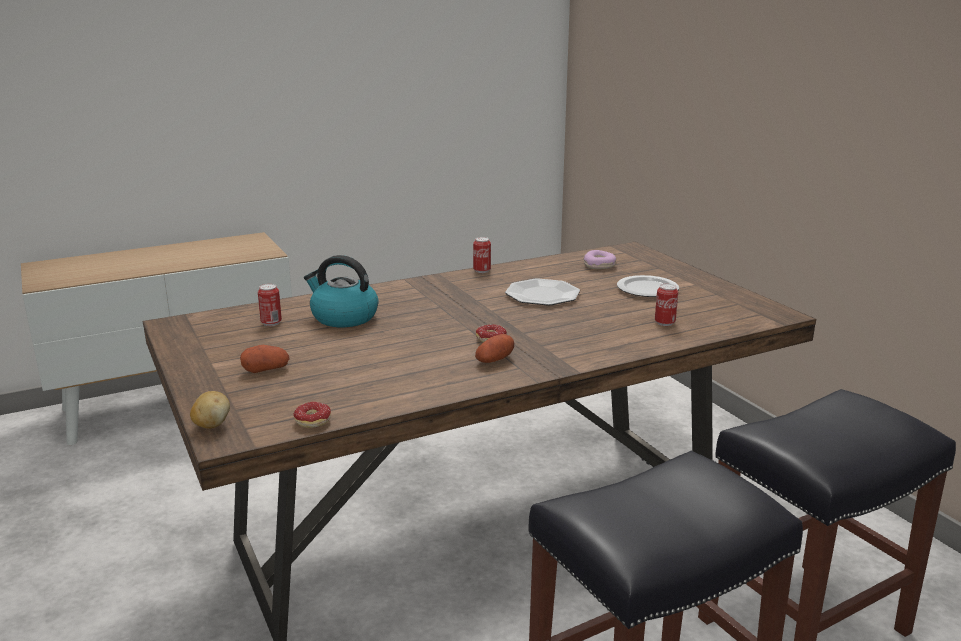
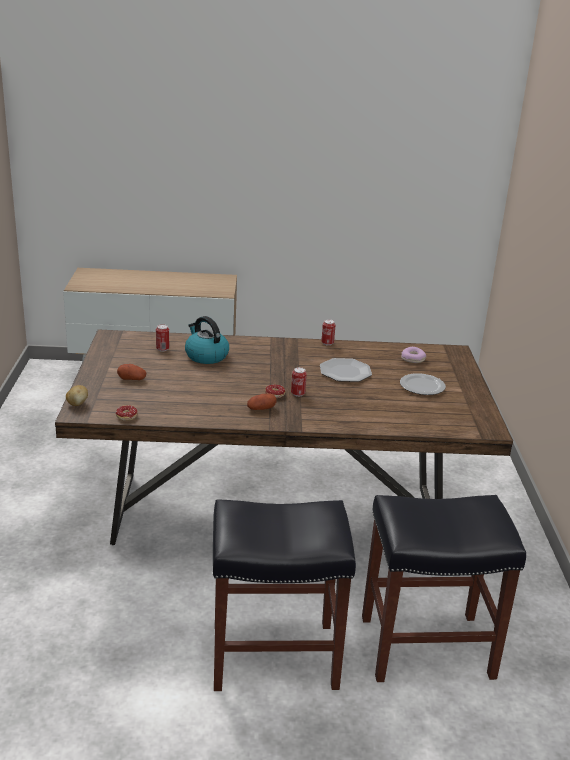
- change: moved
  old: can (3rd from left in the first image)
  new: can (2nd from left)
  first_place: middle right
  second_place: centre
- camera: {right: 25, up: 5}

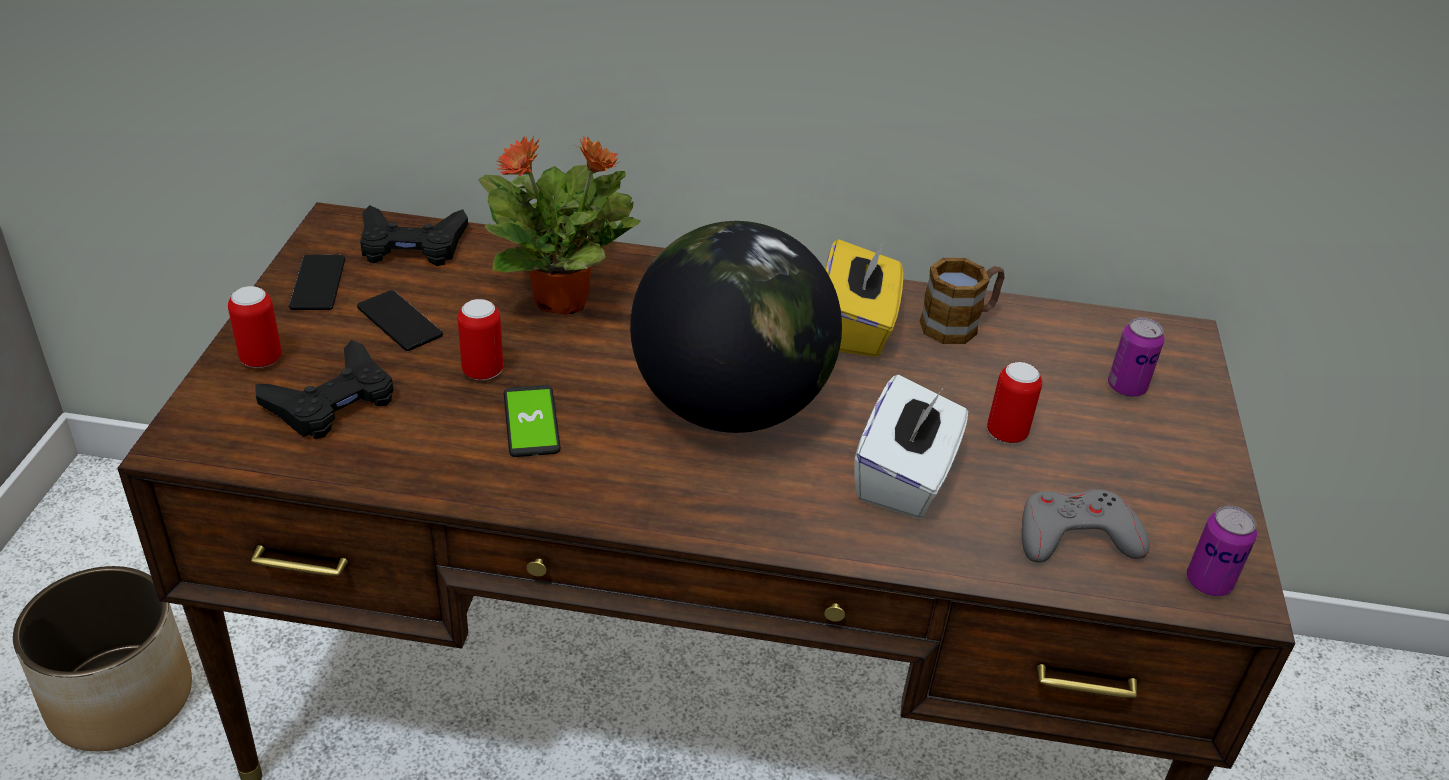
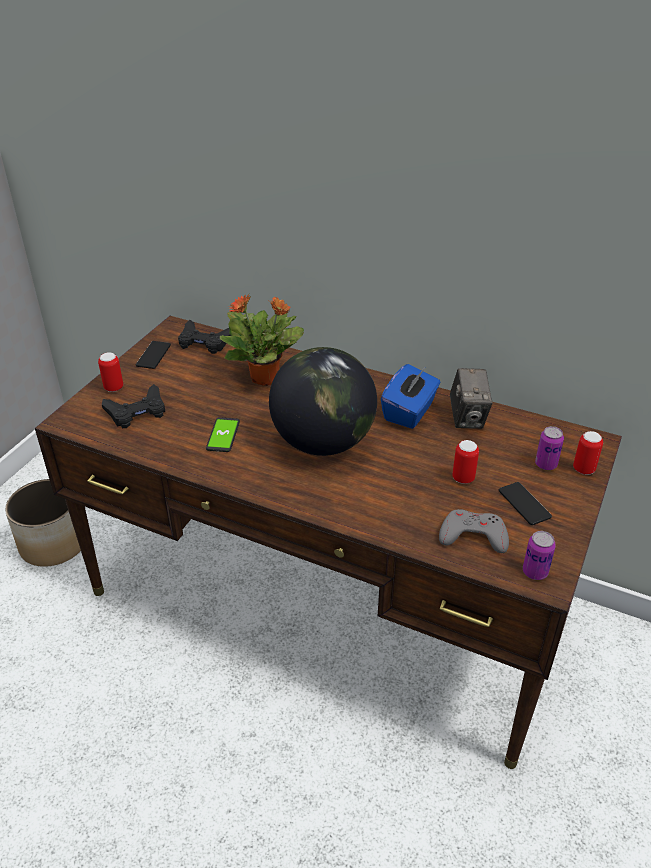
- change: recoloured
  old: yellow tissue box
  new: blue tissue box
  first_place: centre
  second_place: centre
- change: replaced
  old: mug
  new: photo camera
  first_place: centre
  second_place: middle right
- change: moved
  old: phone (2nd from left in the first image)
  new: phone (3rd from left)
  first_place: middle left
  second_place: middle right
- change: moved
  old: can (2nd from left in the first image)
  new: can (5th from left)
  first_place: middle left
  second_place: middle right
- change: removed
  old: white tissue box
  first_place: centre
- camera: {right: 20, up: 0}

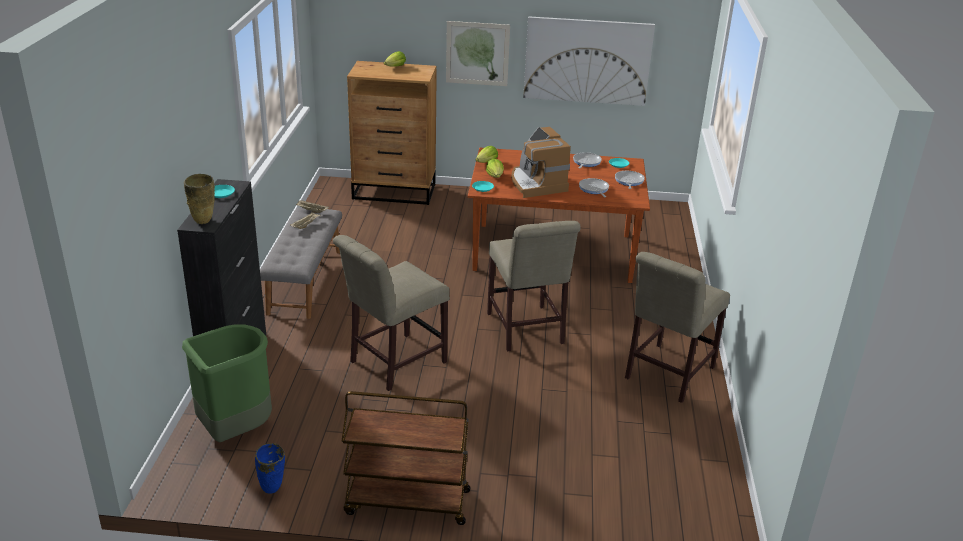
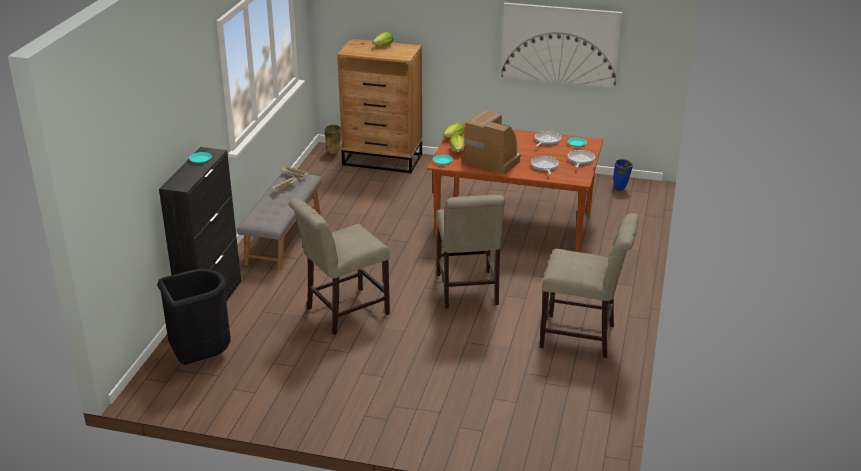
- change: recoloured
  old: green trash can
  new: black trash can
  first_place: bottom left
  second_place: bottom left
- change: moved
  old: beige vase
  first_place: middle left
  second_place: top centre
- change: turned
  old: coffee machine
  first_place: top centre
  second_place: top centre
  degrees: 135
- change: turned
  old: beige chair (3rd from left)
  first_place: middle right
  second_place: middle right
  degrees: -120
- change: moved
  old: blue vase
  first_place: bottom left
  second_place: middle right
- change: removed
  old: brown cart
  first_place: bottom centre
- change: removed
  old: picture (1st from left)
  first_place: top centre
- camera: {right: 10, up: 0}

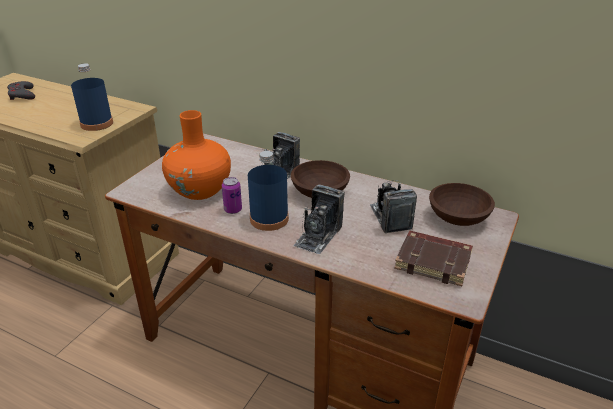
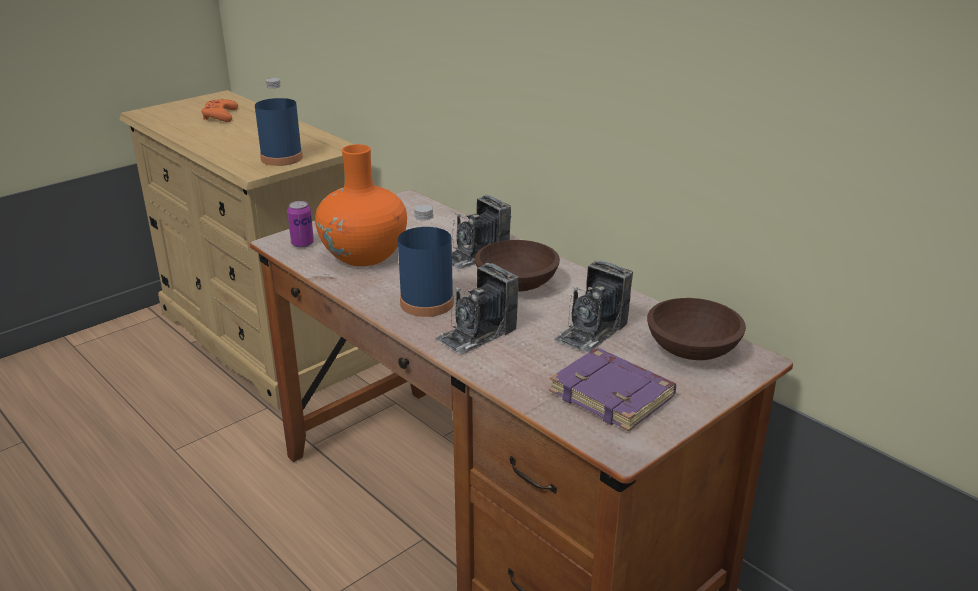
- change: recoloured
  old: grey game controller
  new: orange game controller
  first_place: top left
  second_place: top left
- change: moved
  old: can
  first_place: centre
  second_place: middle left
- change: recoloured
  old: brown book
  new: purple book
  first_place: middle right
  second_place: centre
- change: turned
  old: photo camera (3rd from left)
  first_place: centre
  second_place: centre
  degrees: -150
- camera: {right: 20, up: -5}

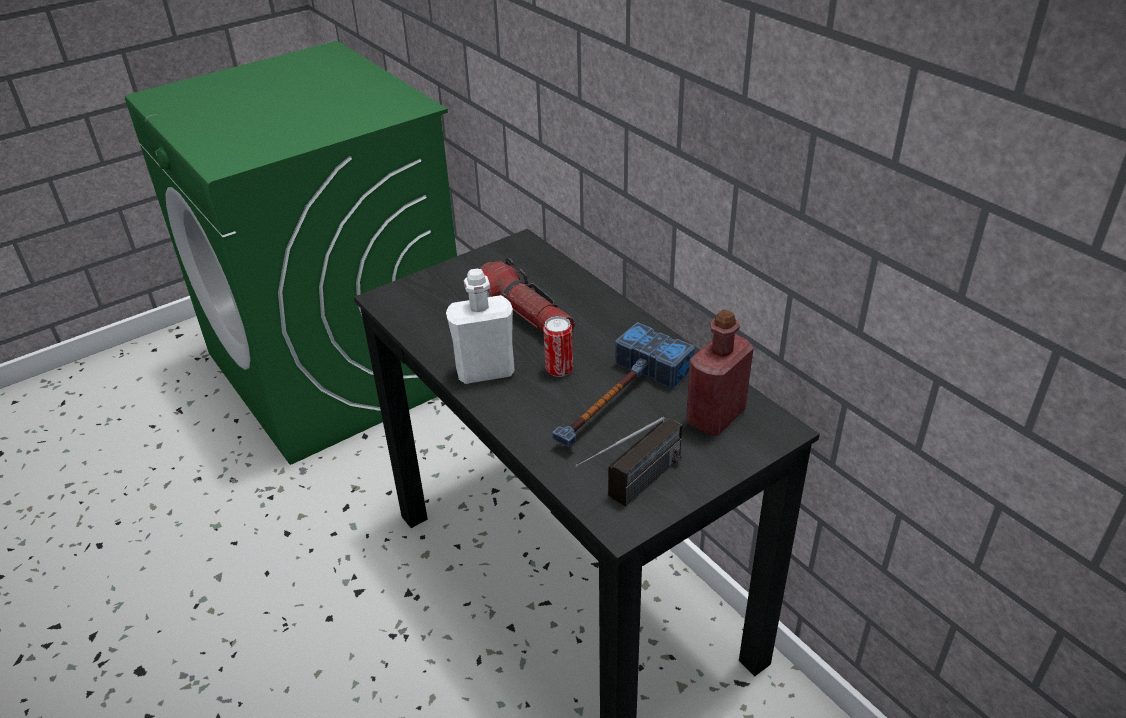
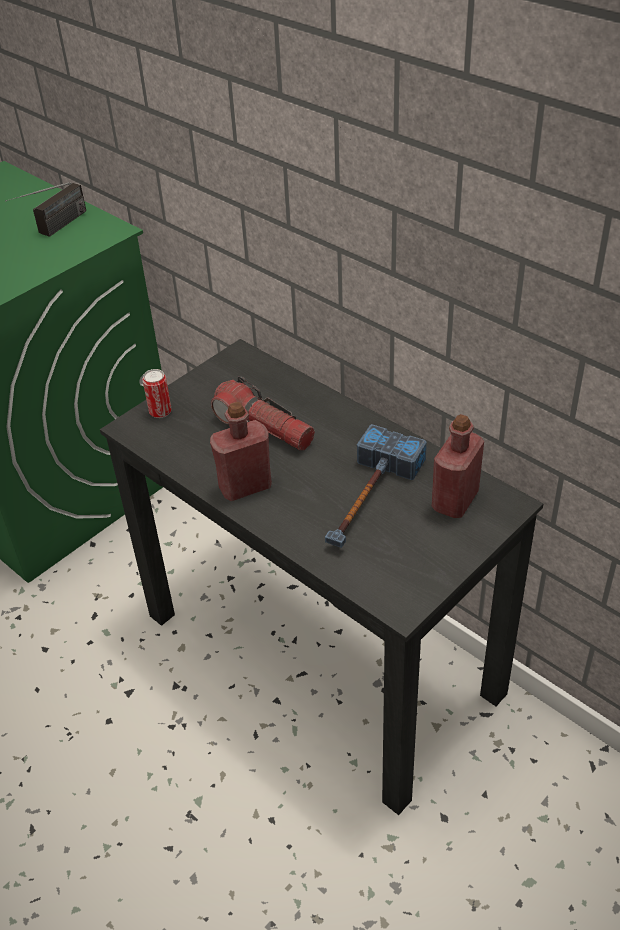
- change: moved
  old: radio
  first_place: centre
  second_place: top left
- change: moved
  old: can
  first_place: centre
  second_place: middle left
- change: recoloured
  old: white bottle
  new: red bottle (1st from left)
  first_place: centre
  second_place: centre
- camera: {right: -10, up: 5}

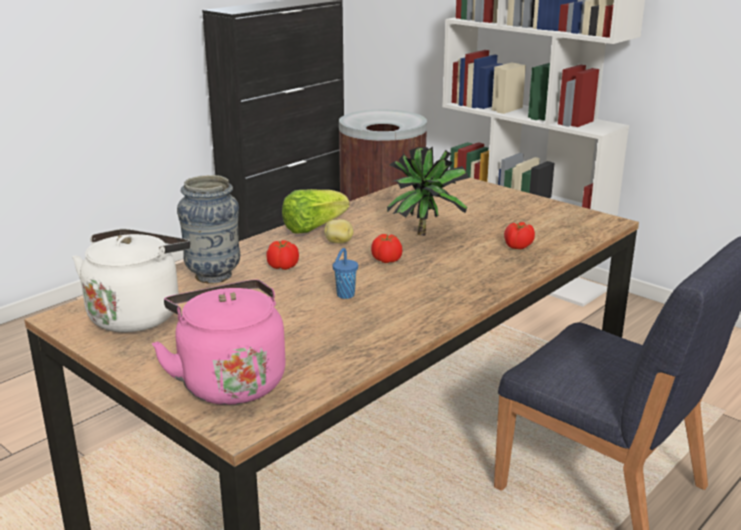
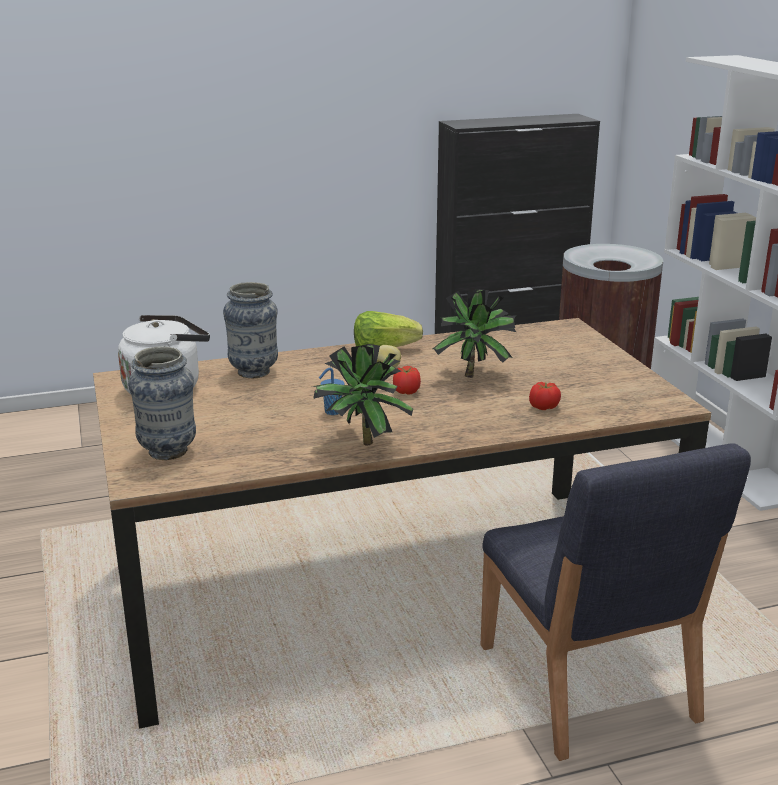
- change: replaced
  old: pink kettle
  new: vase (1st from left)
  first_place: middle left
  second_place: middle left
- change: added
  new: potted plant (1st from left)
  second_place: centre
- change: removed
  old: tomato (1st from left)
  first_place: centre
- camera: {right: 30, up: 0}

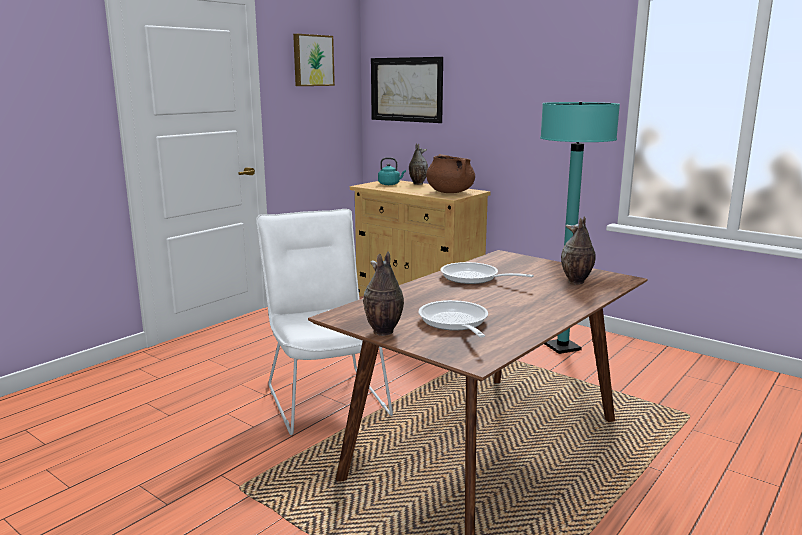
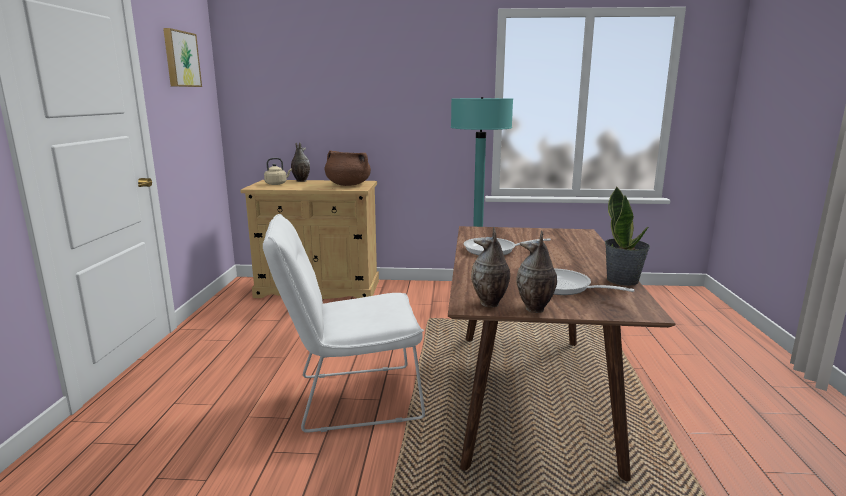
- change: turned
  old: white chair
  first_place: centre
  second_place: centre
  degrees: -45
- change: recoloured
  old: turquoise kettle
  new: beige kettle
  first_place: top centre
  second_place: middle left
- change: moved
  old: vase (3rd from left in the first image)
  new: vase (2nd from left)
  first_place: middle right
  second_place: centre
- change: added
  new: potted plant
  second_place: middle right
- change: removed
  old: picture (2nd from left)
  first_place: top centre
- camera: {right: -35, up: 0}

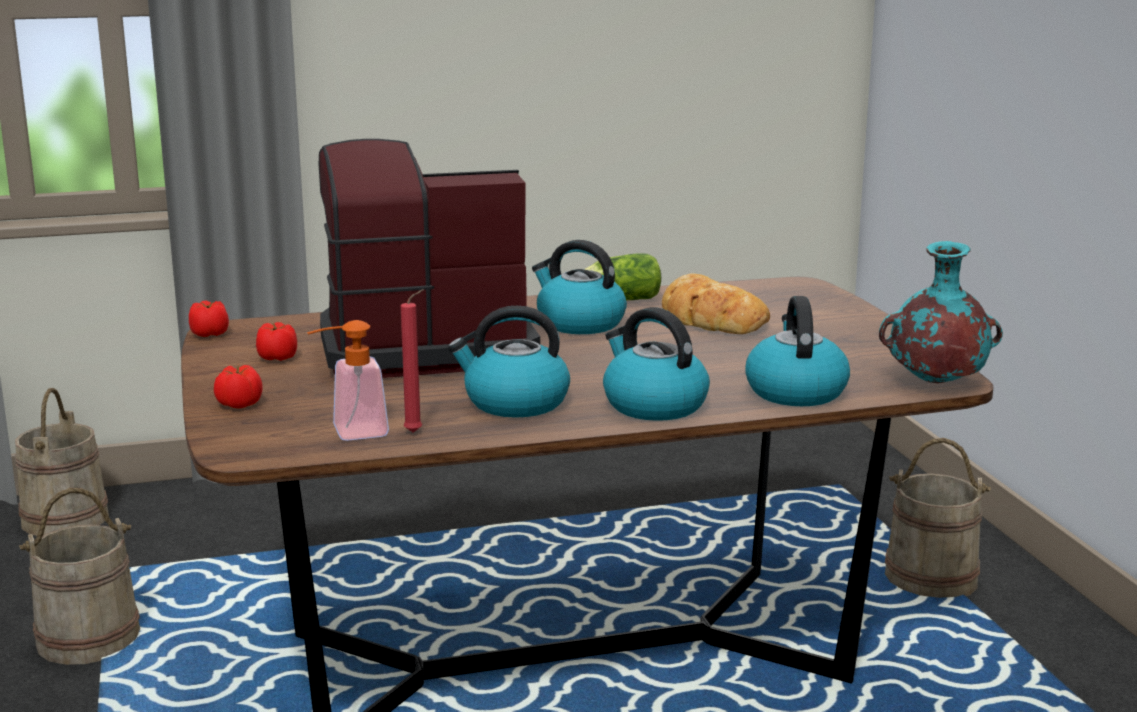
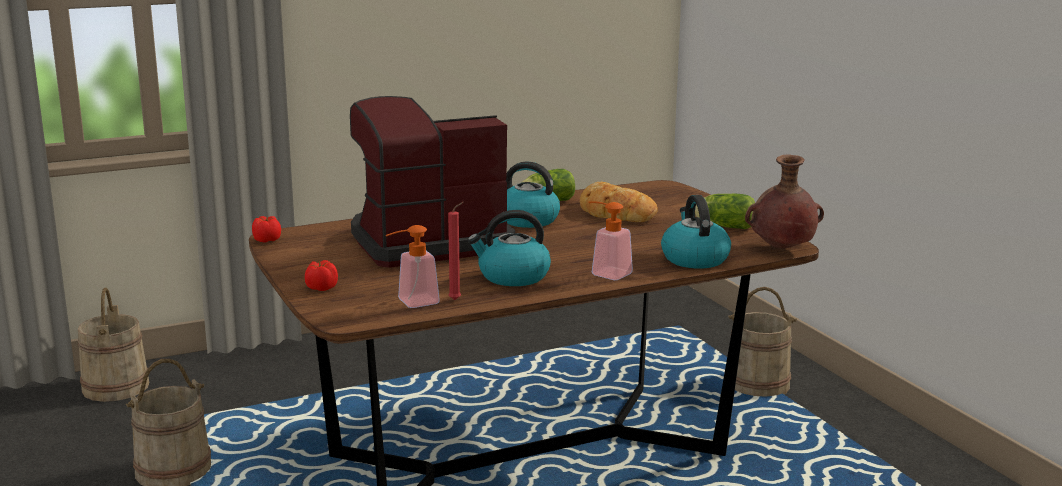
- change: replaced
  old: kettle (3rd from left)
  new: soap dispenser (2nd from left)
  first_place: centre
  second_place: centre
- change: added
  new: lettuce (2nd from left)
  second_place: middle right
- change: recoloured
  old: turquoise vase
  new: brown vase
  first_place: middle right
  second_place: middle right
- change: removed
  old: tomato (3rd from left)
  first_place: middle left
- camera: {right: -10, up: 0}

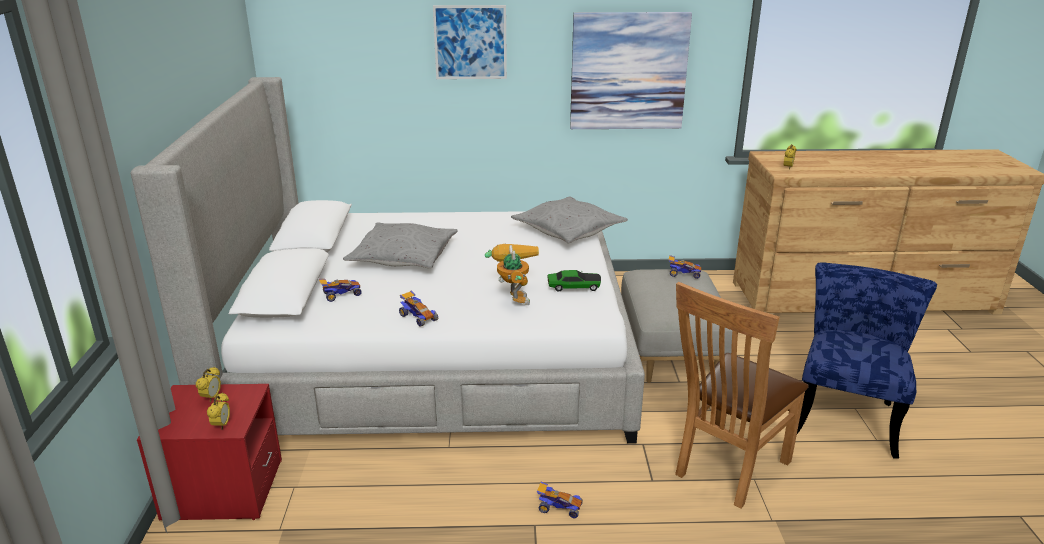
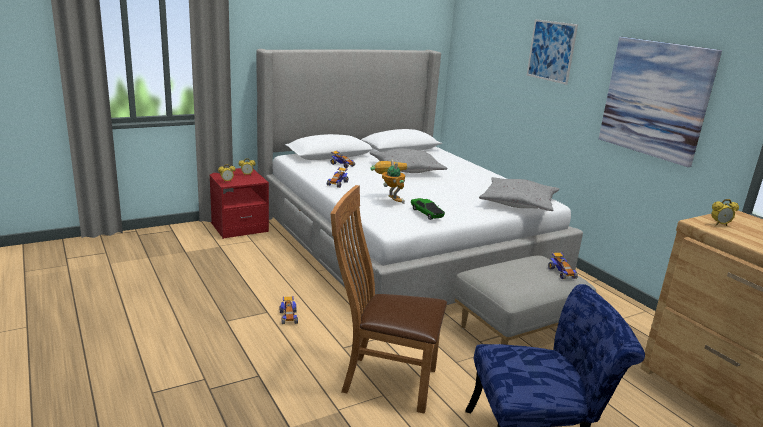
- change: turned
  old: toy robot
  first_place: centre
  second_place: centre
  degrees: -75
- camera: {right: 60, up: -5}

